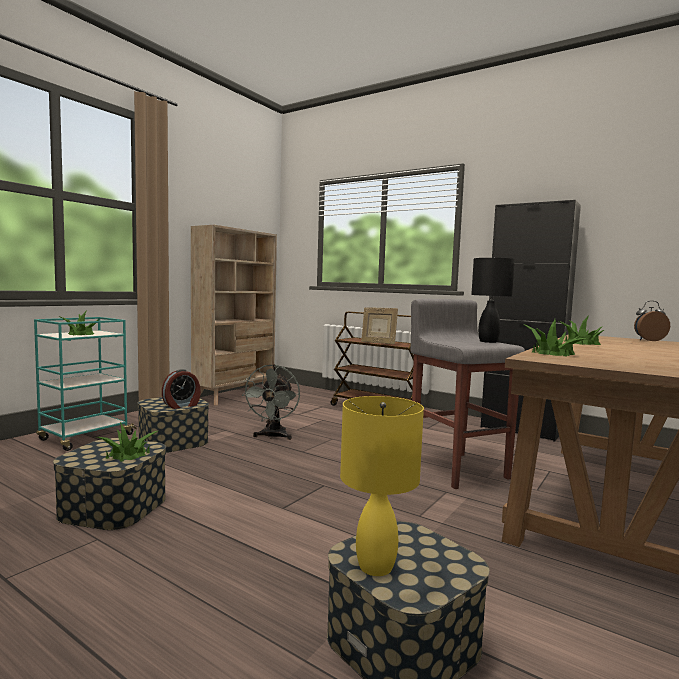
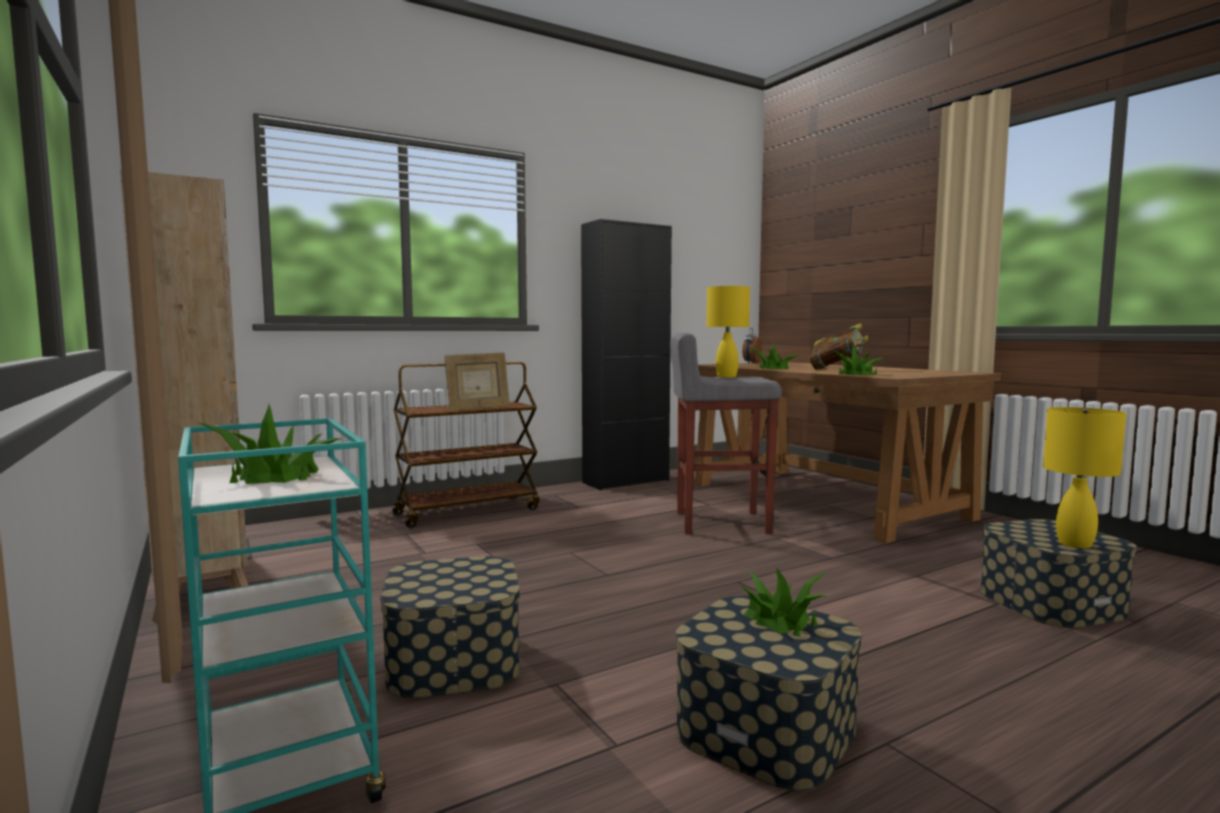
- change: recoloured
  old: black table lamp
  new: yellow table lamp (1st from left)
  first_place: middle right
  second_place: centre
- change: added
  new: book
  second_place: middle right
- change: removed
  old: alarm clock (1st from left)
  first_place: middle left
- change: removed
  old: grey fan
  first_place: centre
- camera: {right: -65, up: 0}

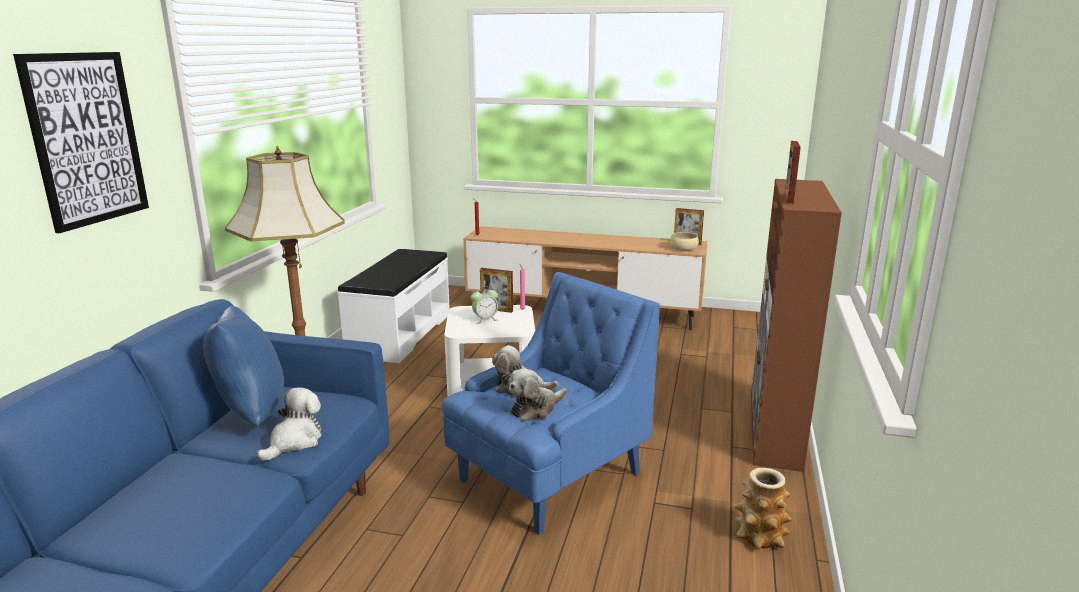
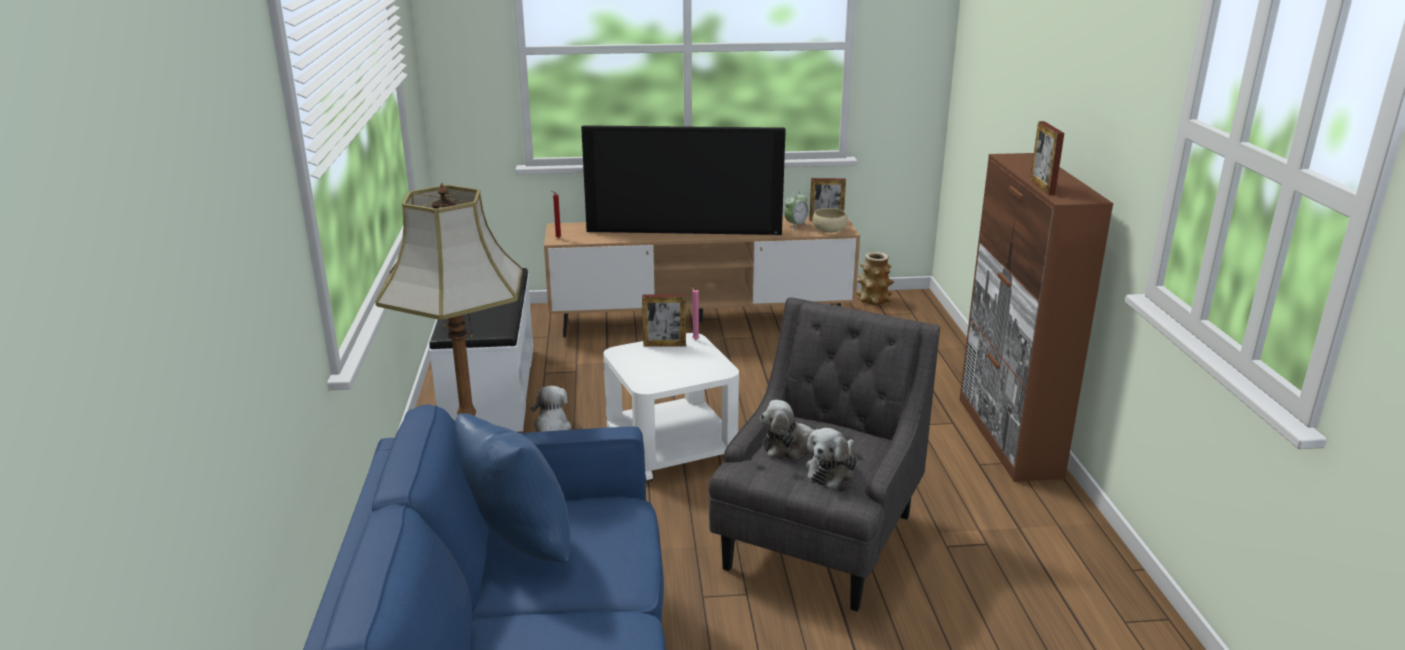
- change: moved
  old: plush toy (1st from left)
  first_place: bottom left
  second_place: centre
- change: added
  new: television
  second_place: top centre
- change: recoloured
  old: blue armchair
  new: grey armchair
  first_place: bottom centre
  second_place: bottom centre
- change: moved
  old: alarm clock
  first_place: centre
  second_place: top centre
- change: moved
  old: vase
  first_place: bottom right
  second_place: centre
- change: removed
  old: picture
  first_place: top left
- camera: {right: -20, up: 5}

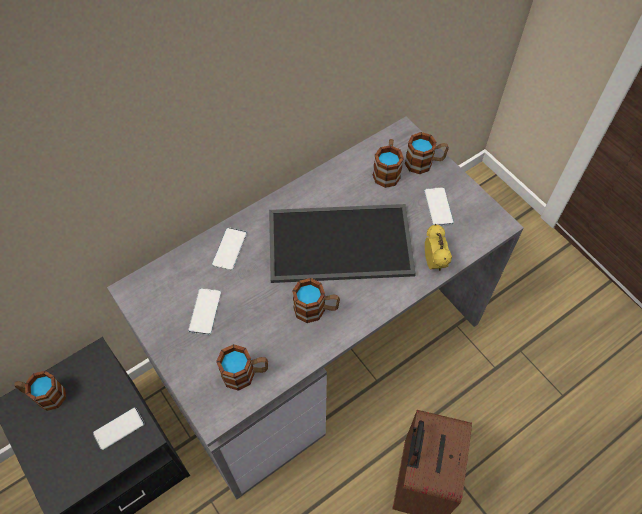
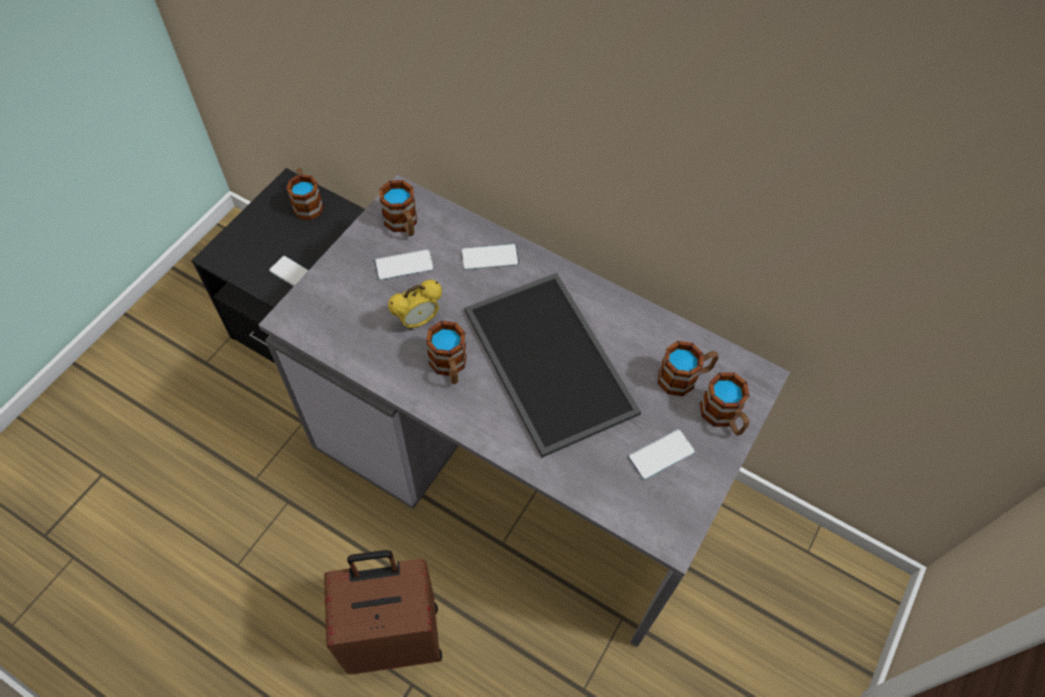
- change: moved
  old: mug (2nd from left)
  first_place: bottom centre
  second_place: top centre
- change: moved
  old: alarm clock
  first_place: middle right
  second_place: centre
- camera: {right: 65, up: 0}

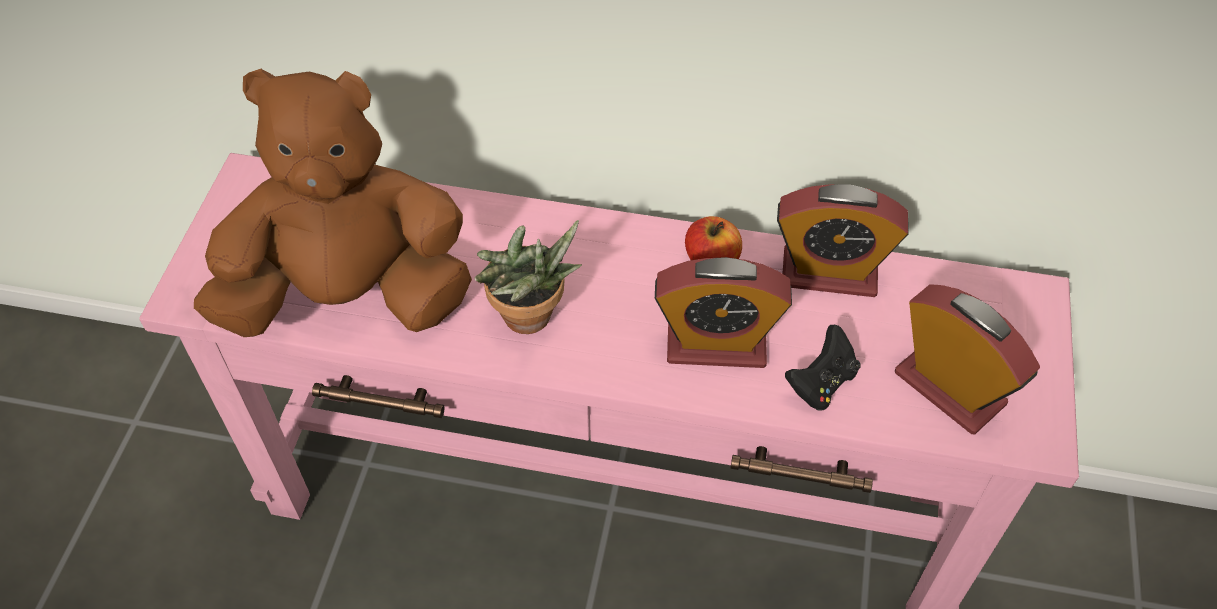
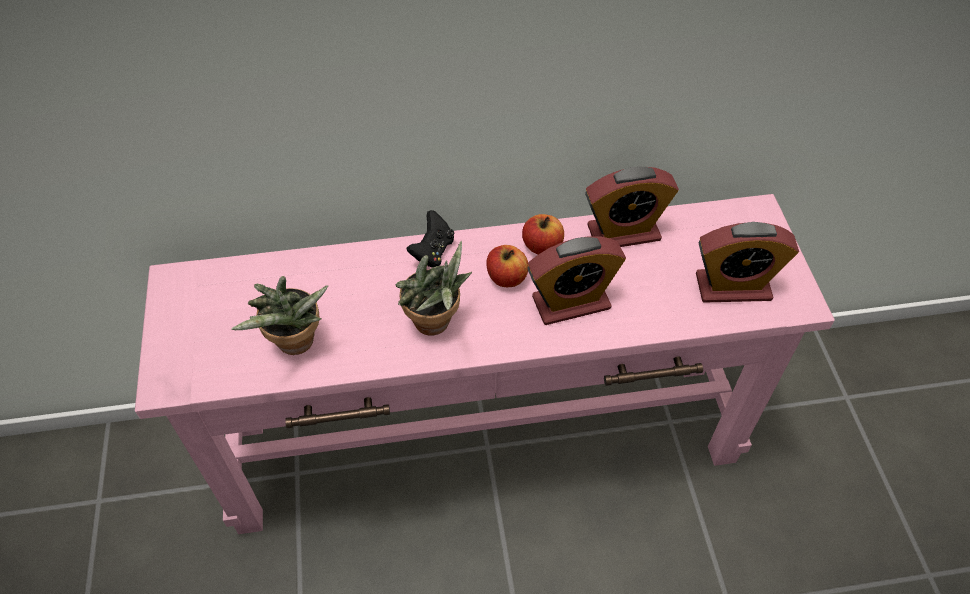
- change: replaced
  old: brown plush toy
  new: potted plant (1st from left)
  first_place: middle left
  second_place: middle left
- change: moved
  old: black game controller
  first_place: middle right
  second_place: centre
- change: added
  new: apple (1st from left)
  second_place: centre
- change: turned
  old: alarm clock (3rd from left)
  first_place: middle right
  second_place: middle right
  degrees: 150
- camera: {right: -20, up: 0}

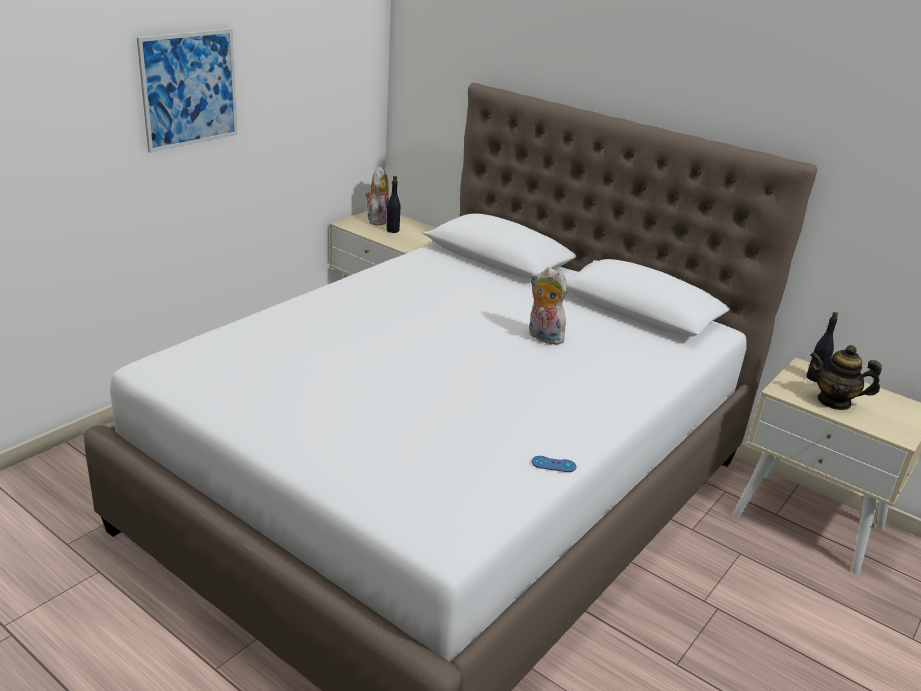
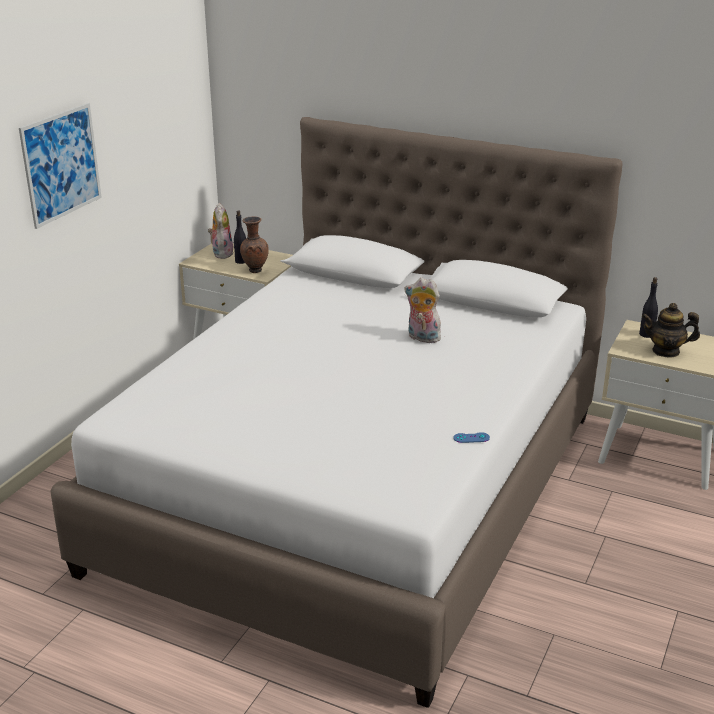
- change: added
  new: brown vase
  second_place: centre
- camera: {right: -10, up: 0}

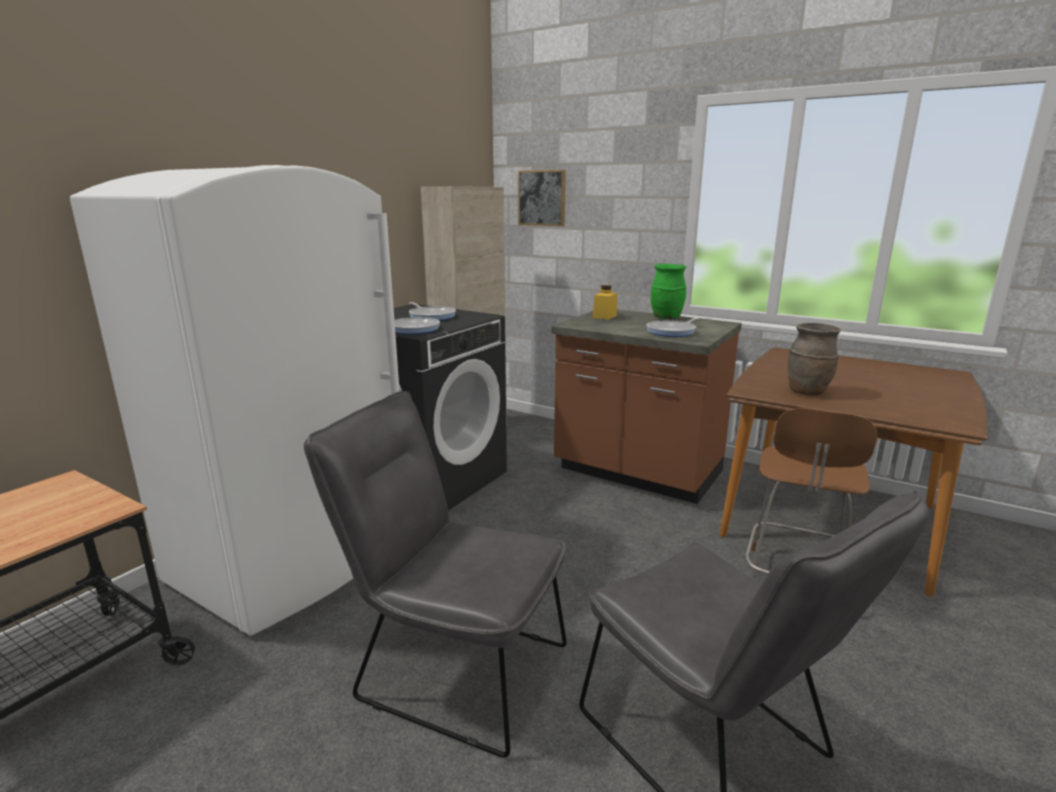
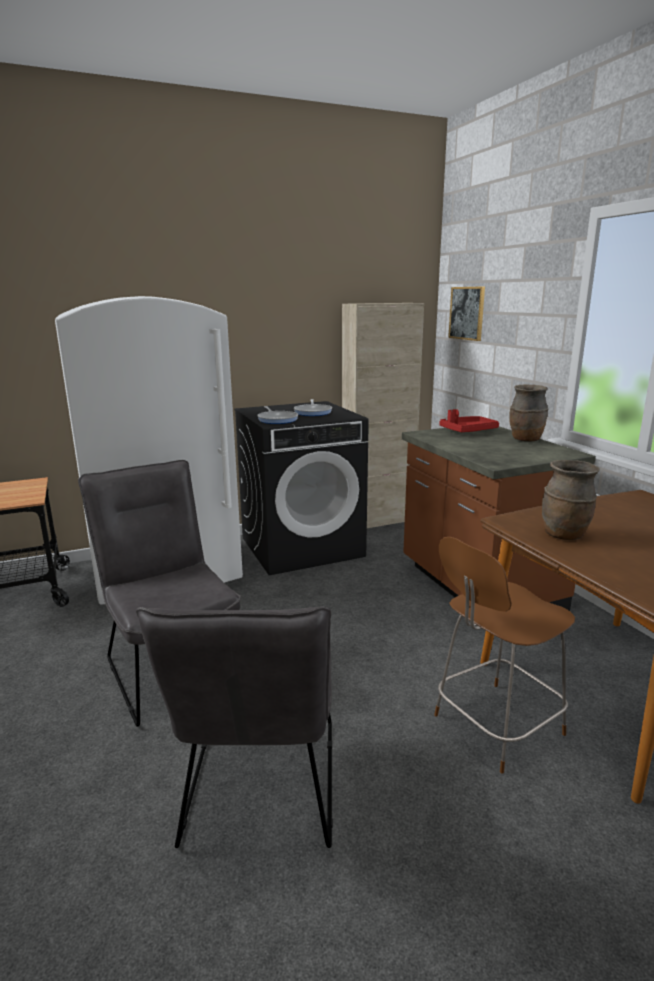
- change: replaced
  old: yellow jar
  new: red tray
  first_place: centre
  second_place: middle right
- change: recoloured
  old: green vase
  new: brown vase (1st from left)
  first_place: centre
  second_place: middle right
- change: removed
  old: frying pan (3rd from left)
  first_place: centre
- camera: {right: 35, up: 0}

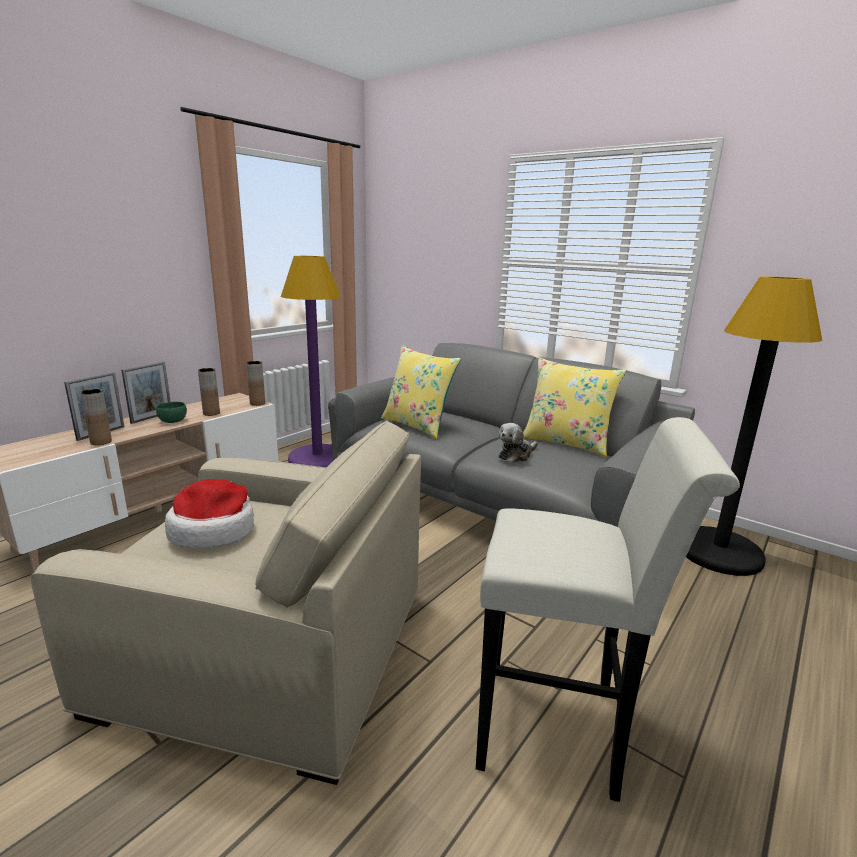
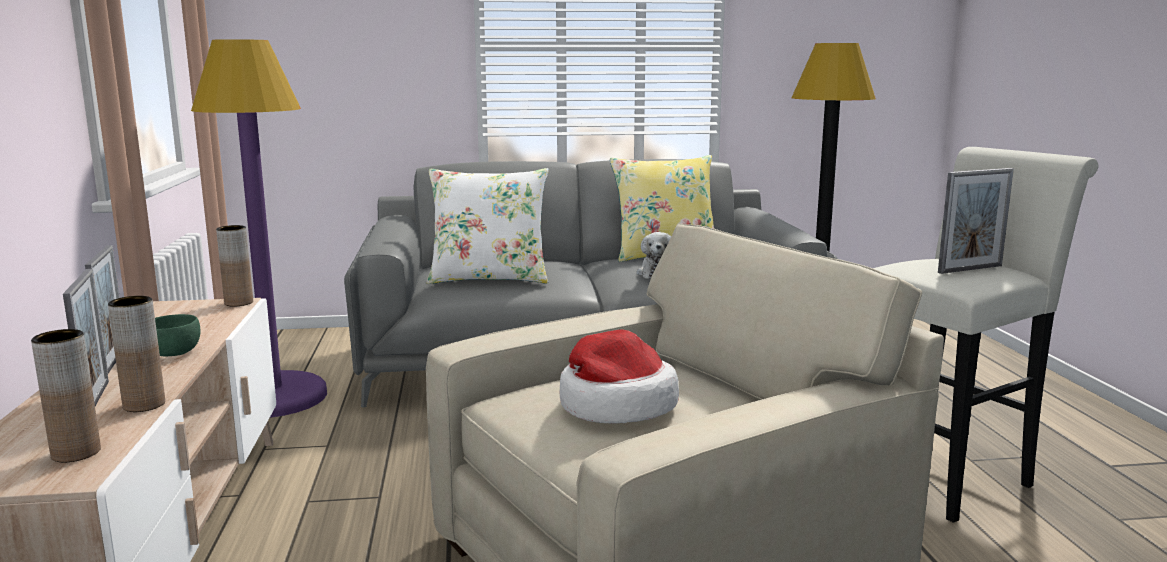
- change: moved
  old: brown vase (2nd from left in the first image)
  new: brown vase (1st from left)
  first_place: middle left
  second_place: bottom left
- change: recoloured
  old: yellow pillow (1st from left)
  new: white pillow
  first_place: centre
  second_place: centre
- change: added
  new: picture frame (3rd from left)
  second_place: middle right
- camera: {right: -45, up: -5}

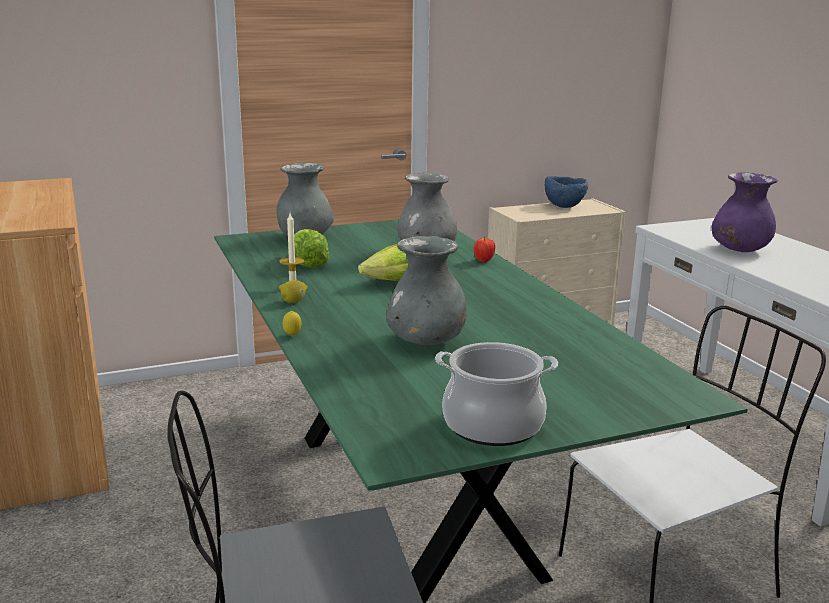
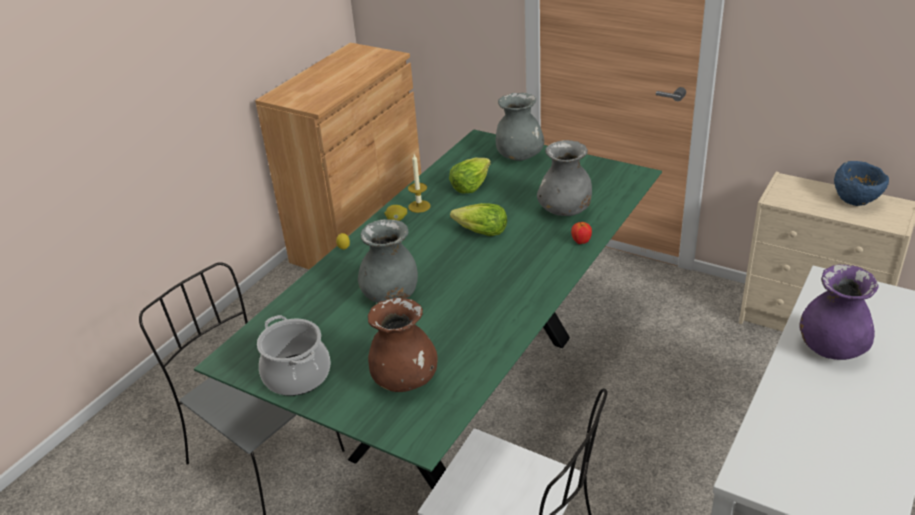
- change: added
  new: brown vase
  second_place: bottom centre
- camera: {right: 55, up: 15}

